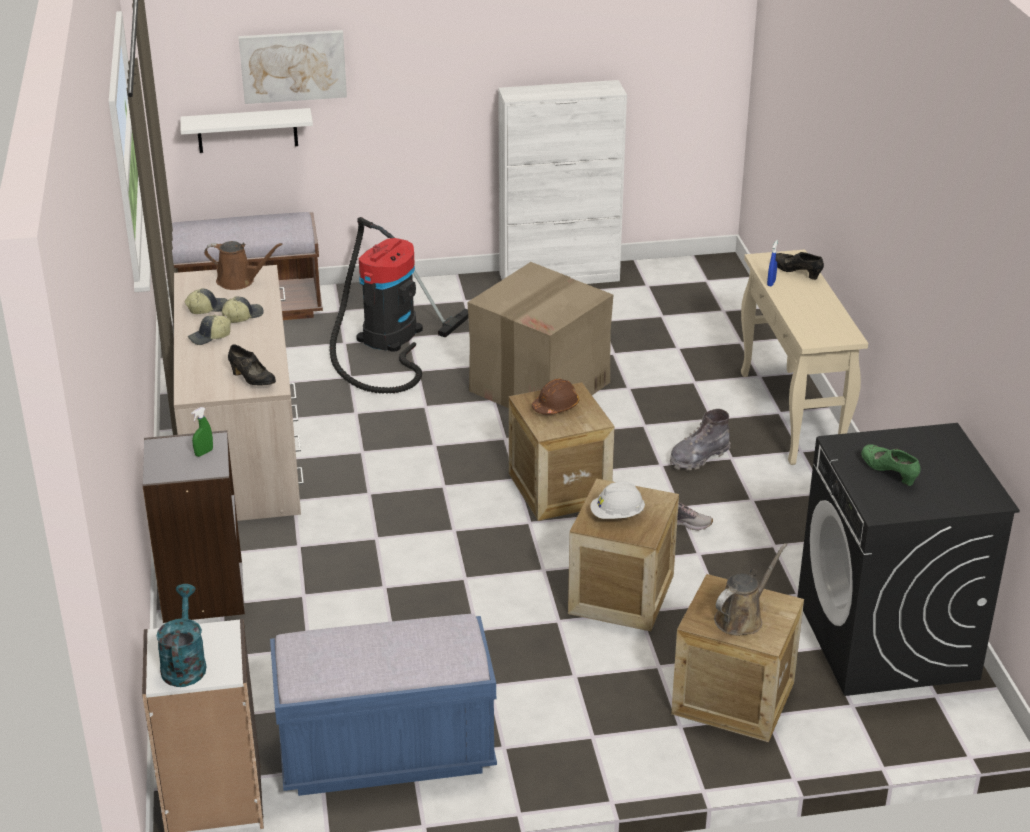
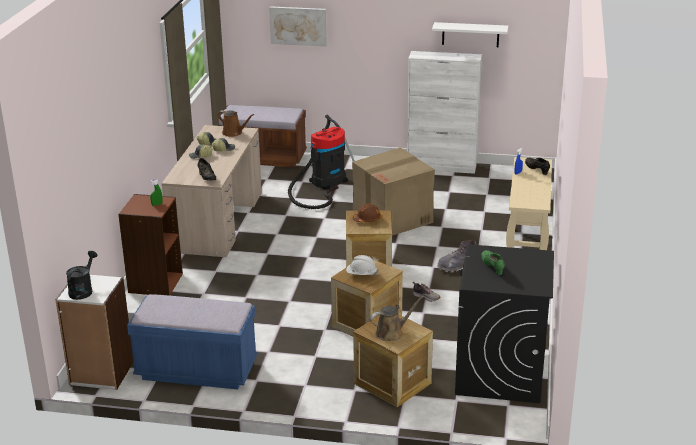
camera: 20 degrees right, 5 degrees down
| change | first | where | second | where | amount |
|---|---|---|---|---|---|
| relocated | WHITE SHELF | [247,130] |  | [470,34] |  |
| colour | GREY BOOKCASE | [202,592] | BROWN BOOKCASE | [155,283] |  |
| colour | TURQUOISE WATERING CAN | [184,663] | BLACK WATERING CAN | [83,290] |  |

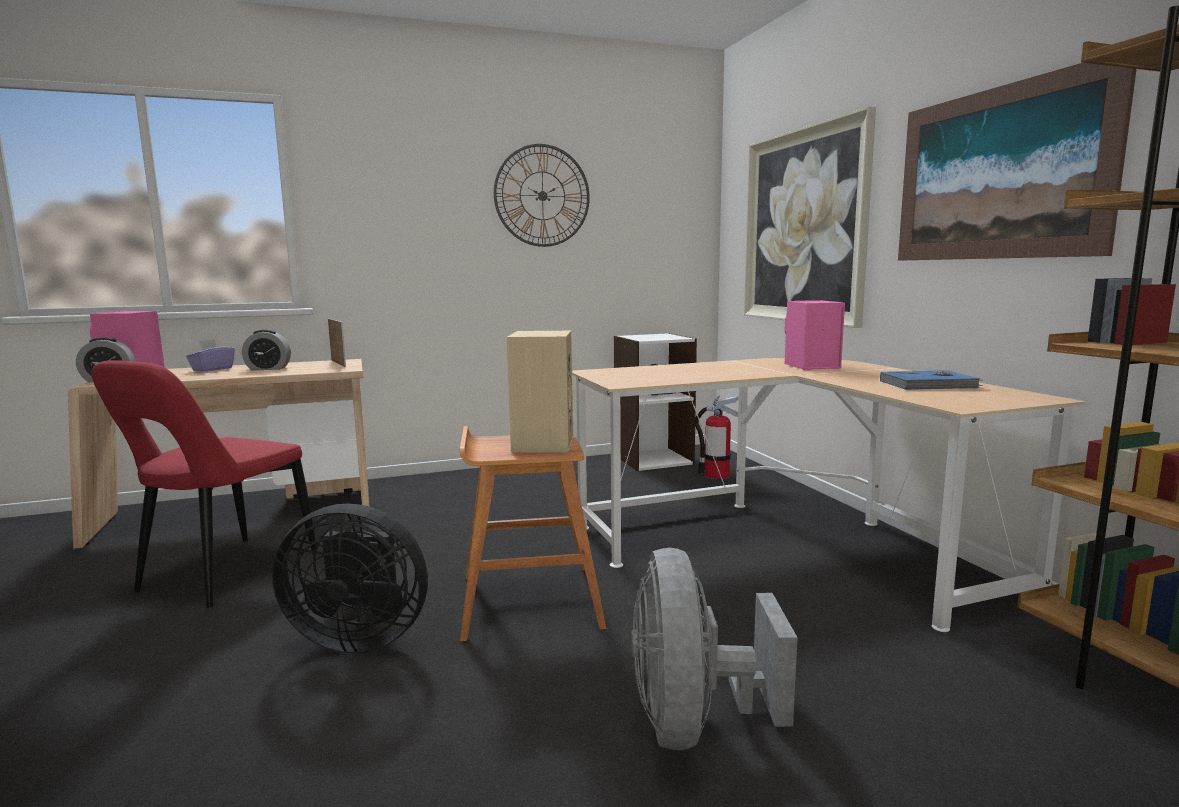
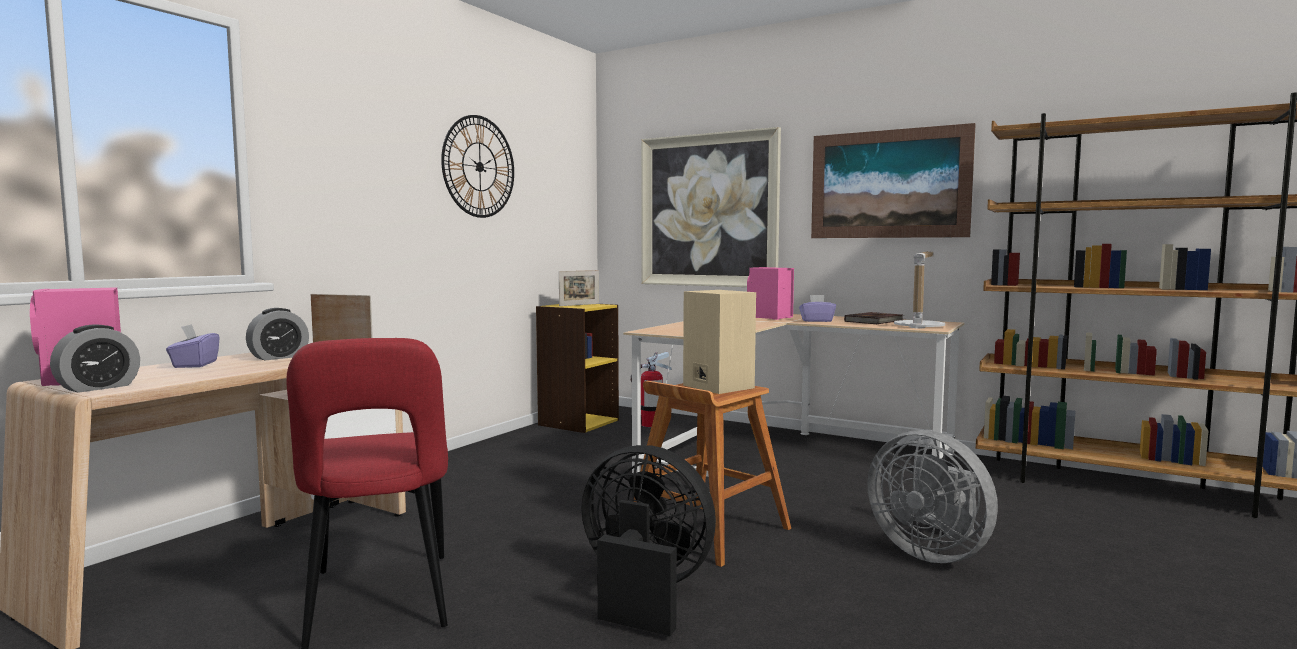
camera: 40 degrees left, 5 degrees down
| change | first | where | second | where | amount |
|---|---|---|---|---|---|
| colour | WHITE BOOKCASE | [653,459] | YELLOW BOOKCASE | [578,422] |  |
| colour | BLUE BOOK | [929,384] | BROWN BOOK | [875,321] |  |
| spun | BLACK FAN | [359,637] |  | [643,592] | 120 degrees counterclockwise |
| appeared |  |  | TABLE LAMP | [920,325] |  |
| appeared |  |  | PICTURE FRAME | [579,305] |  |
| appeared |  |  | PURPLE TISSUE BOX | [816,321] |  |

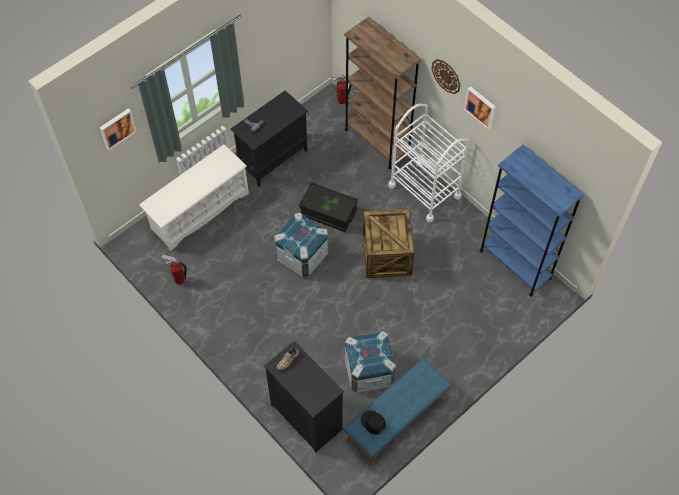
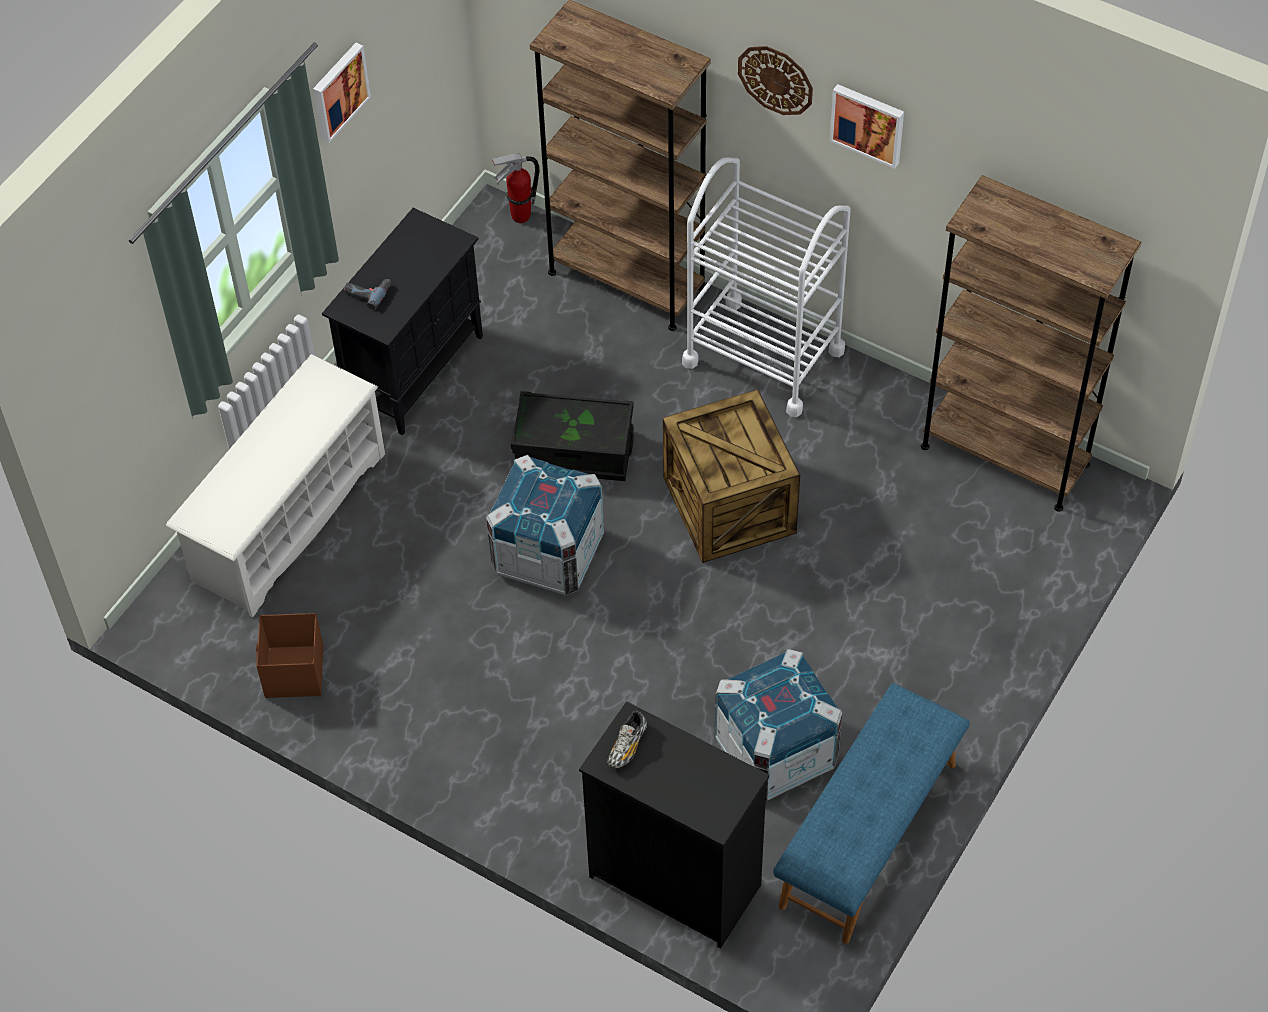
camera: 15 degrees left, 5 degrees down
| change | first | where | second | where | amount |
|---|---|---|---|---|---|
| relocated | PICTURE | [117,128] |  | [338,91] |  |
| colour | BLUE BOOKCASE | [515,264] | BROWN BOOKCASE | [1005,455] |  |
| exchanged | FIRE EXTINGUISHER | [179,280] | BROWN STORAGE BOX | [293,673] |  |
| missing | BLACK CAP | [373,422] |  |  |  |

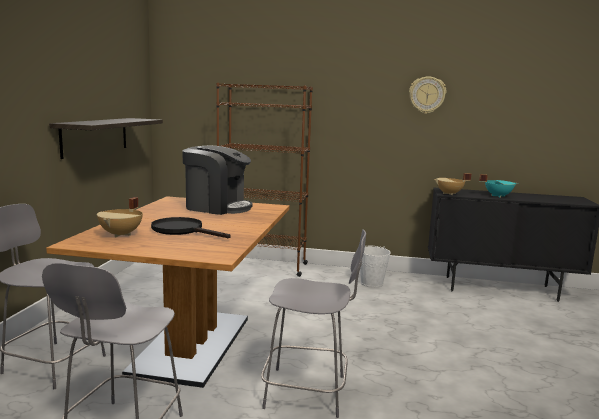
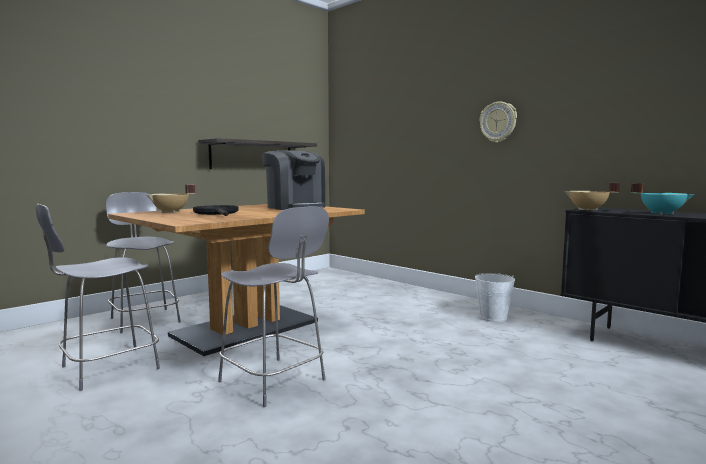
camera: 35 degrees right, 5 degrees down
| change | first | where | second | where | amount |
|---|---|---|---|---|---|
| relocated | WALL CLOCK | [427,95] |  | [498,122] |  |
| missing | BROWN BOOKCASE | [262,266] |  |  |  |

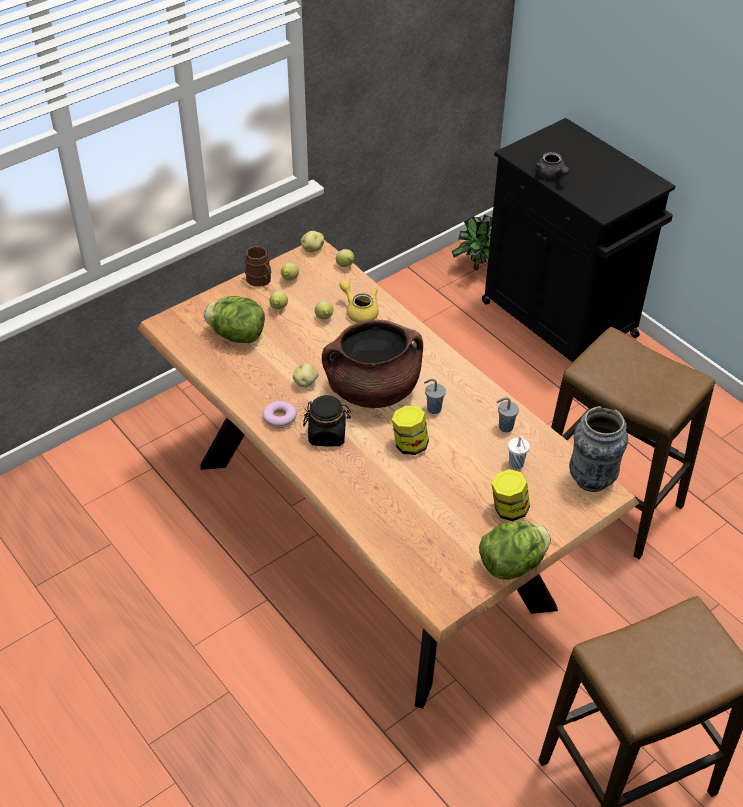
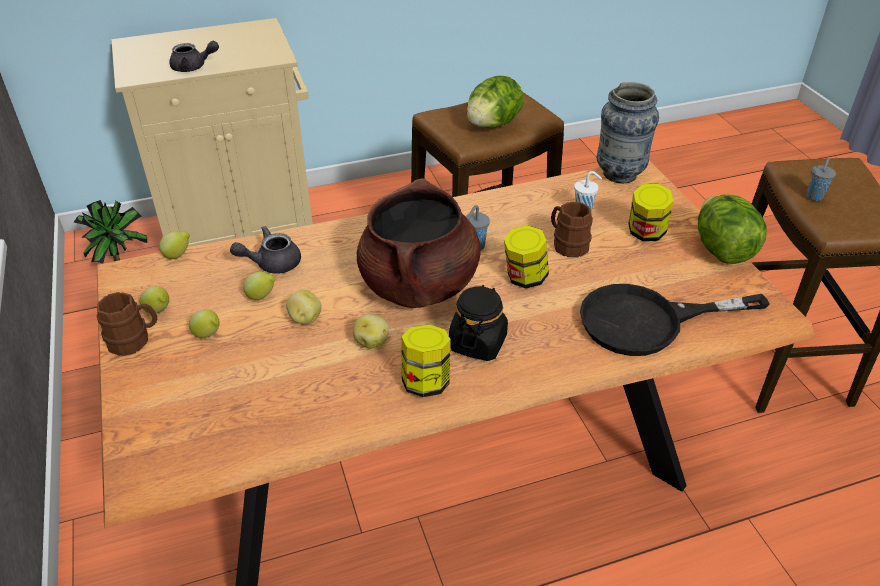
camera: 70 degrees left, 5 degrees down
| change | first | where | second | where | amount |
|---|---|---|---|---|---|
| colour | BLACK CABINET | [561,321] | BEIGE CABINET | [243,231] |  |
| relocated | POTATO | [312,249] |  | [304,318] |  |
| colour | YELLOW TEAPOT | [359,311] | GREY TEAPOT | [271,263] |  |
| relocated | LETTUCE | [237,335] |  | [493,124] |  |
| relocated | GREY CUP | [505,427] |  | [814,197] |  |
| exchanged | DONUT | [280,418] | JAR | [426,382] |  |
| appeared |  |  | BROWN MUG | [567,244] |  |
| appeared |  |  | BLACK FRYING PAN | [648,321] |  |

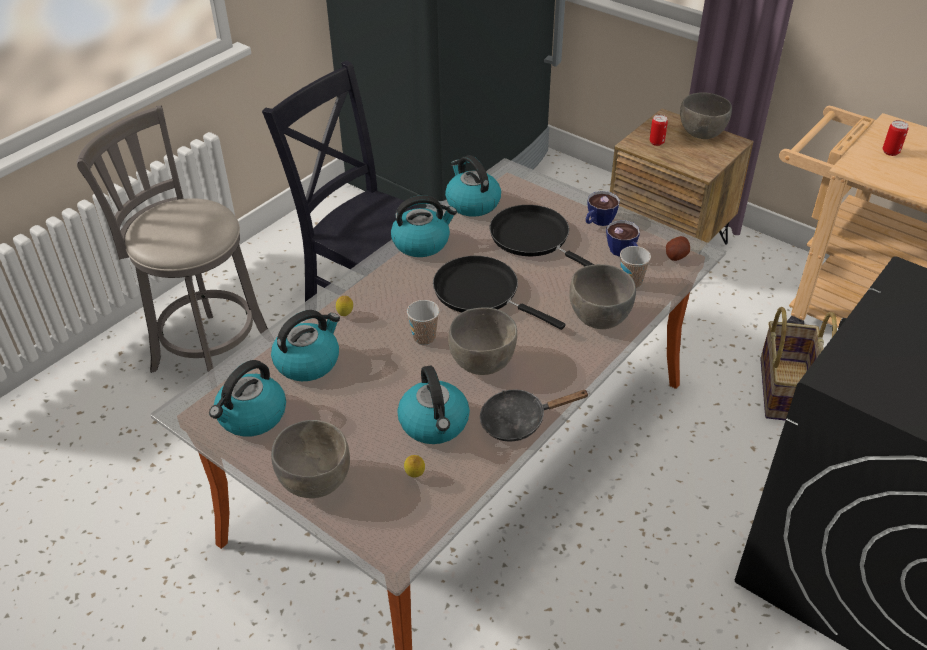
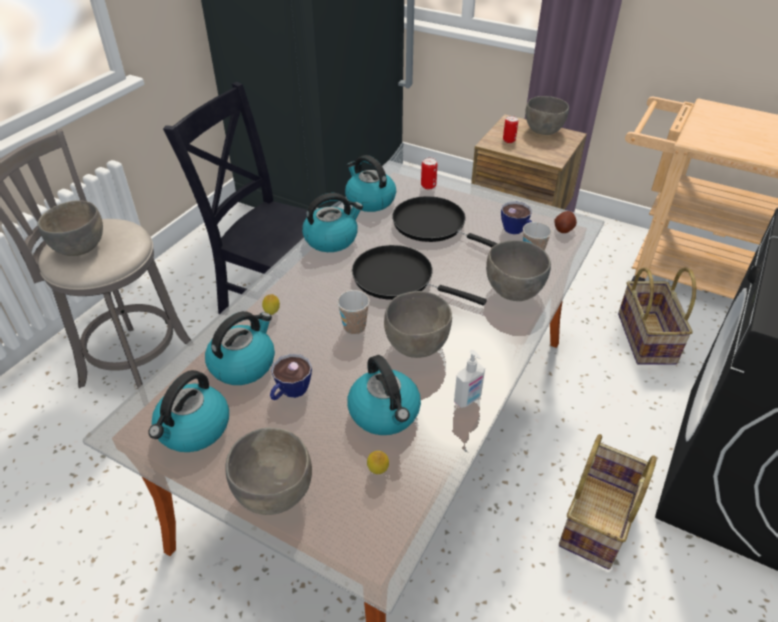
camera: 10 degrees left, 0 degrees up
| change | first | where | second | where | amount |
|---|---|---|---|---|---|
| relocated | CAN | [890,152] |  | [428,186] |  |
| relocated | CUP | [598,222] |  | [290,392] |  |
| exchanged | BLACK FRYING PAN | [519,421] | SOAP DISPENSER | [468,399] |  |
| appeared |  |  | GREY BOWL | [81,248] |  |
| appeared |  |  | BASKET | [598,521] |  |

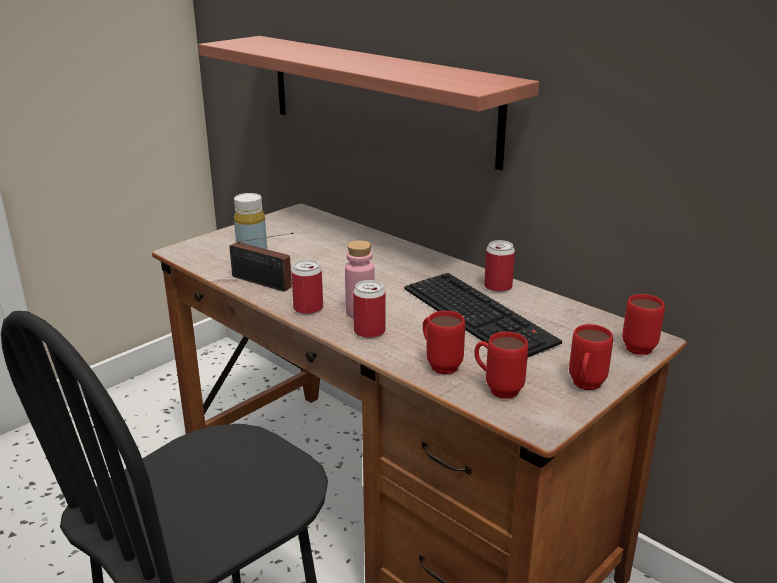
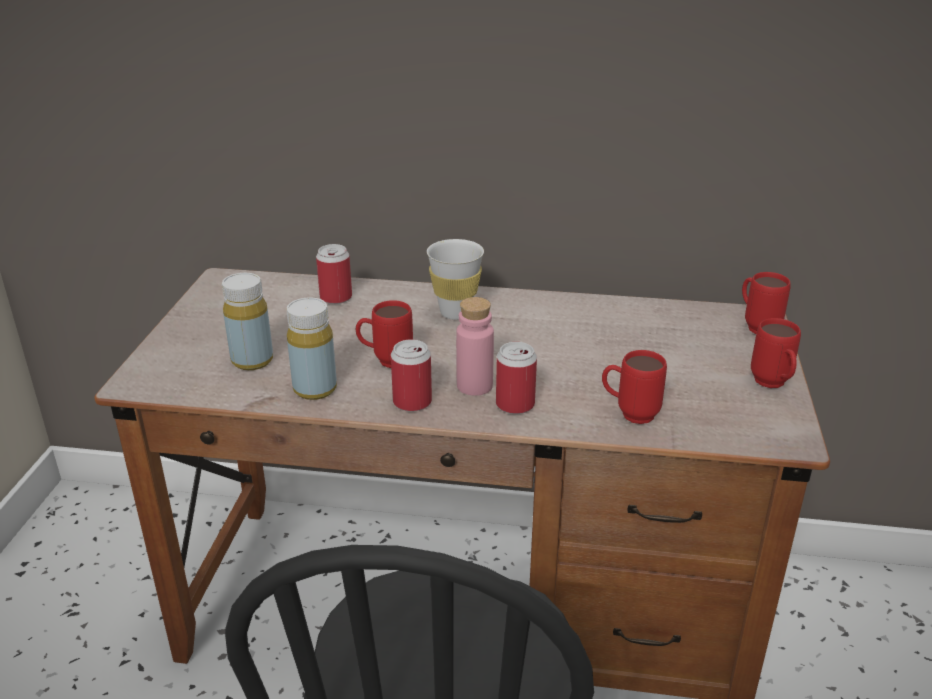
camera: 35 degrees left, 5 degrees up
| change | first | where | second | where | amount |
|---|---|---|---|---|---|
| missing | SHELF | [379,97] |  |  |  |
| exchanged | RADIO | [264,283] | YELLOW BOTTLE | [315,389] |  |
| relocated | CAN | [498,287] |  | [336,297] |  |
| missing | KEYBOARD | [481,315] |  |  |  |
| relocated | RED MUG | [497,389] |  | [385,361] |  |
| appeared |  |  | WHITE CUP | [455,312] |  |

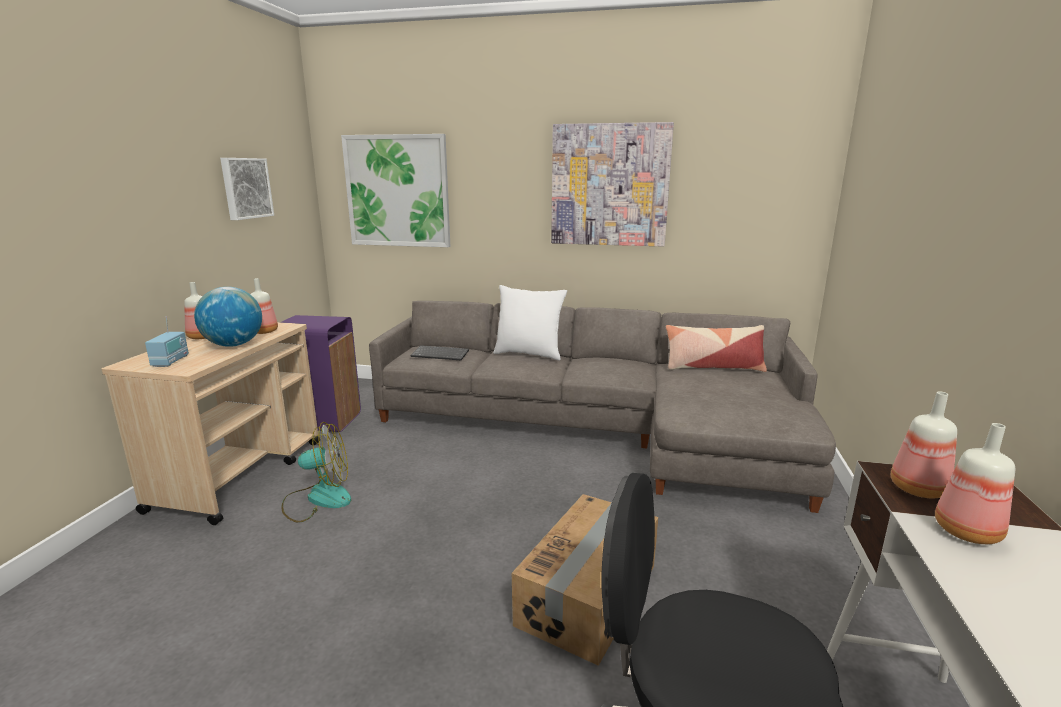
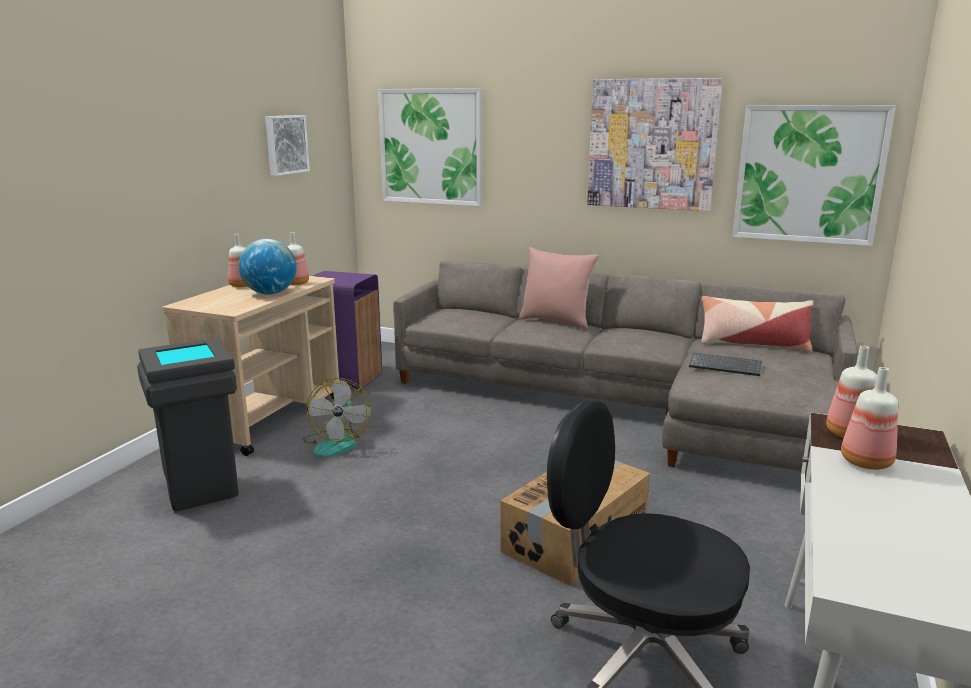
camera: 10 degrees right, 0 degrees up
| change | first | where | second | where | amount |
|---|---|---|---|---|---|
| colour | WHITE PILLOW | [529,354] | PINK PILLOW | [556,321] |  |
| missing | RADIO | [171,361] |  |  |  |
| relocated | KEYBOARD | [441,354] |  | [726,366] |  |
| spun | FAN | [318,499] |  | [337,443] | 90 degrees clockwise |
| appeared |  |  | PICTURE | [808,174] |  |
| appeared |  |  | GREY TRASH CAN | [201,490] |  |

